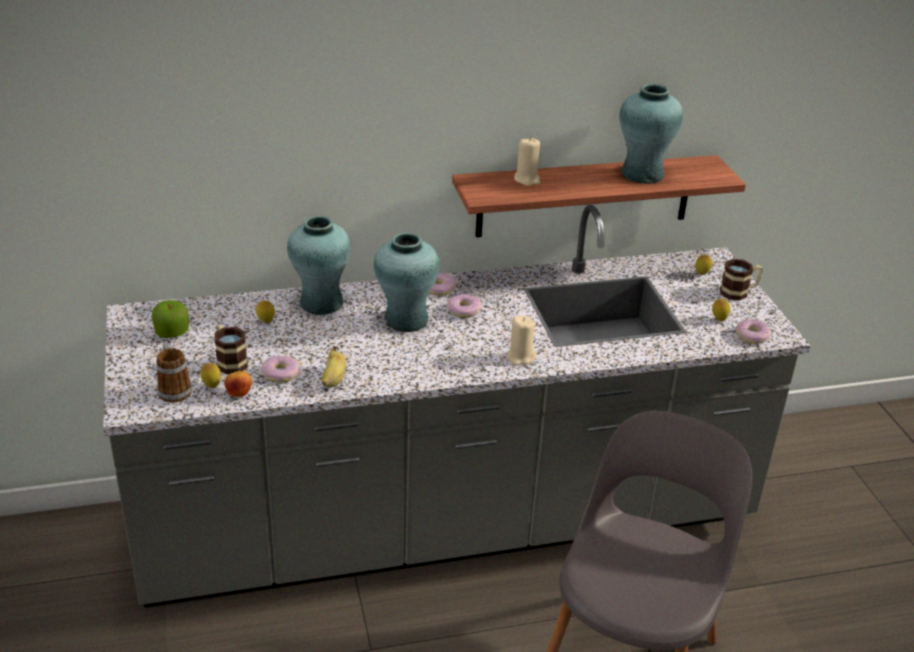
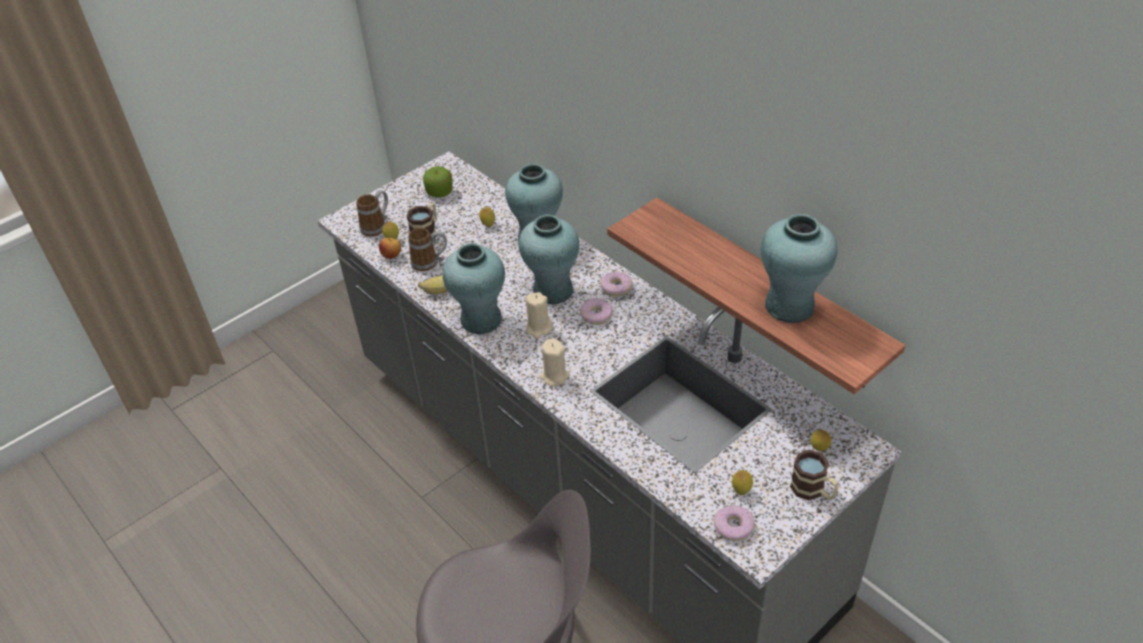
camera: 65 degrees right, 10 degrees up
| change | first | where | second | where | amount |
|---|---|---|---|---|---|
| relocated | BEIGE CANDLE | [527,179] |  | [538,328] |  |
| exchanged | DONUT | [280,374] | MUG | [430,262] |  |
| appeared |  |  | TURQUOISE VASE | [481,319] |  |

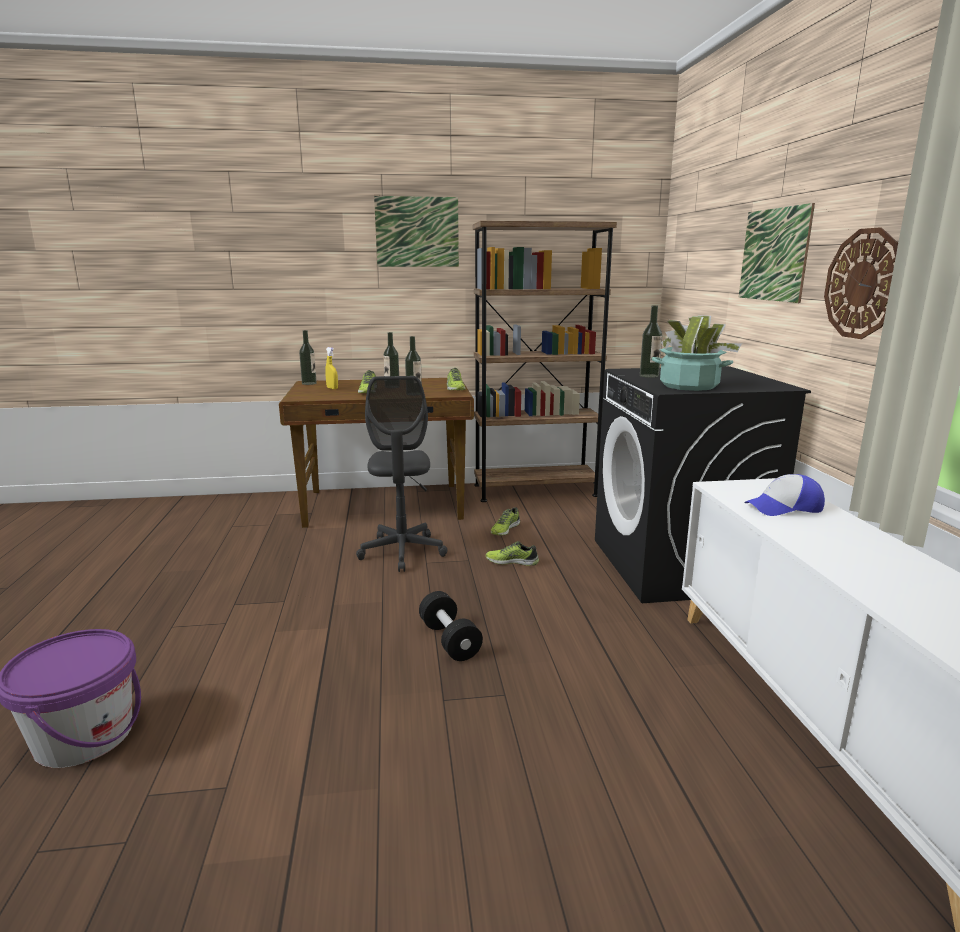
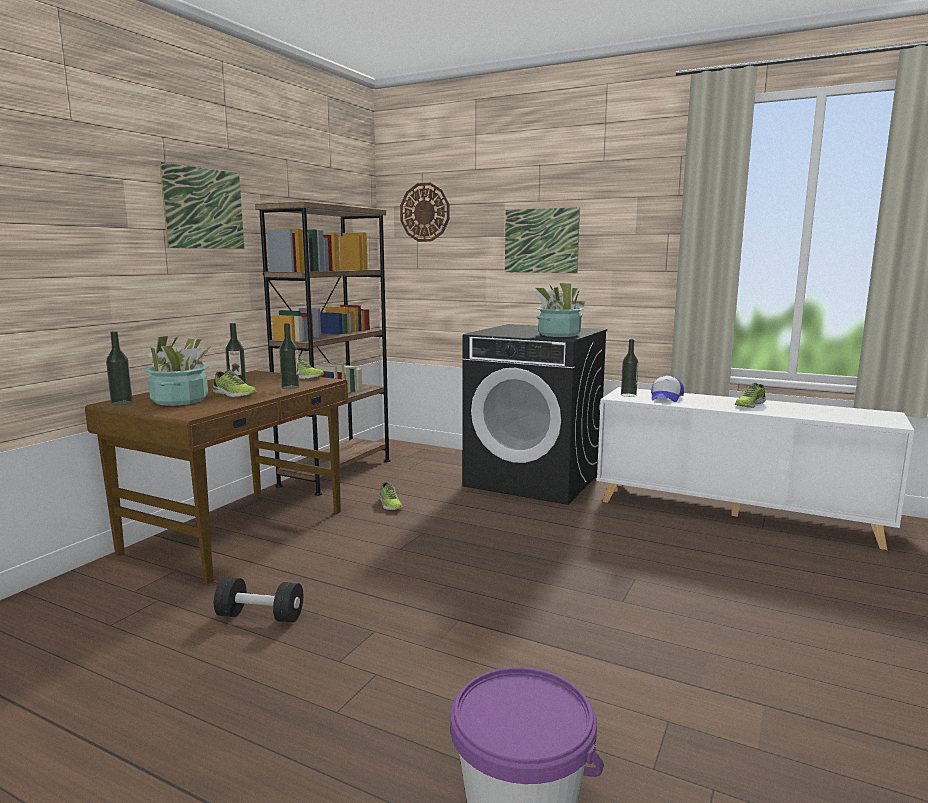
camera: 55 degrees left, 5 degrees down
| change | first | where | second | where | amount |
|---|---|---|---|---|---|
| relocated | WALL CLOCK | [863,284] |  | [425,212] |  |
| relocated | BOTTLE | [649,376] |  | [628,395] |  |
| exchanged | YELLOW SPRAY BOTTLE | [332,388] | POTTED PLANT | [180,400] |  |
| missing | GREY OFFICE CHAIR | [402,552] |  |  |  |
| relocated | SHOE | [512,561] |  | [749,404] |  |
| relocated | BLACK DUMBBELL | [449,640] |  | [260,616] |  |

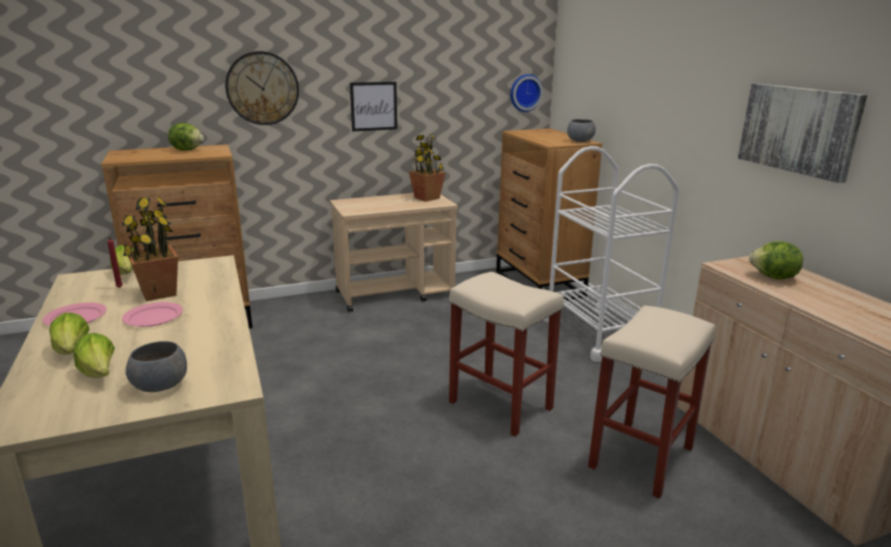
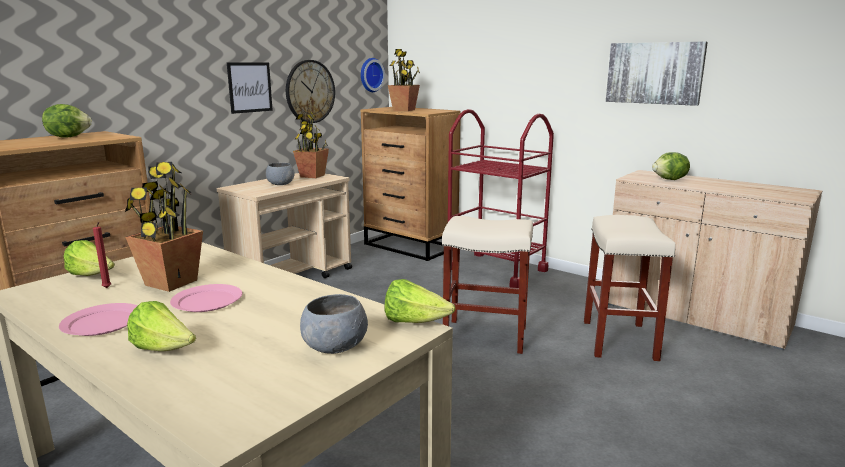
camera: 30 degrees left, 5 degrees down
| change | first | where | second | where | amount |
|---|---|---|---|---|---|
| relocated | WALL CLOCK | [262,88] |  | [310,91] |  |
| relocated | GREY BOWL | [579,141] |  | [280,184] |  |
| colour | WHITE CART | [599,333] | RED CART | [495,270] |  |
| relocated | LETTUCE | [99,374] |  | [414,322] |  |
| appeared |  |  | POTTED PLANT | [404,110] |  |

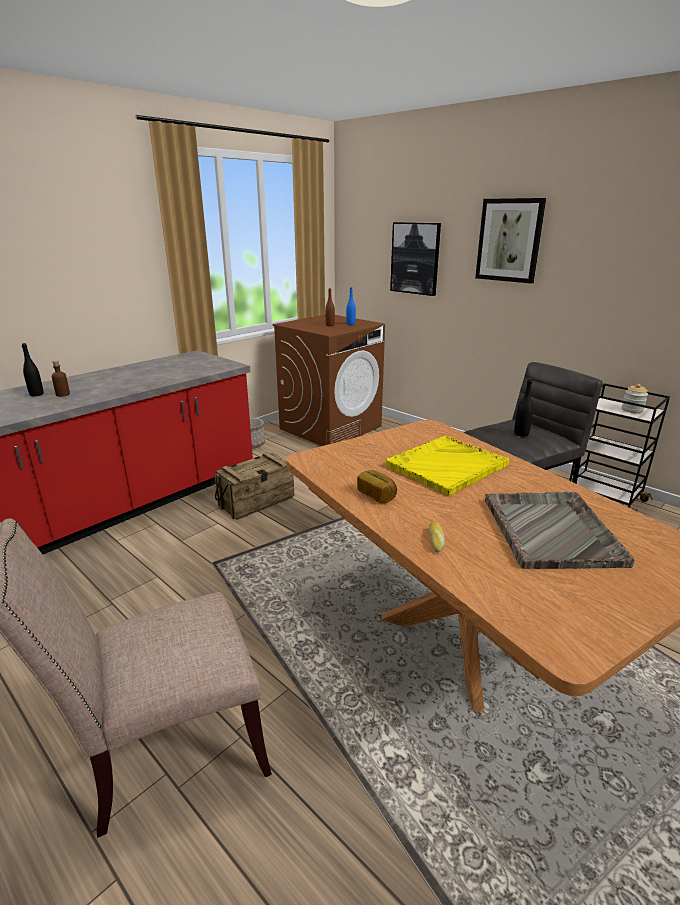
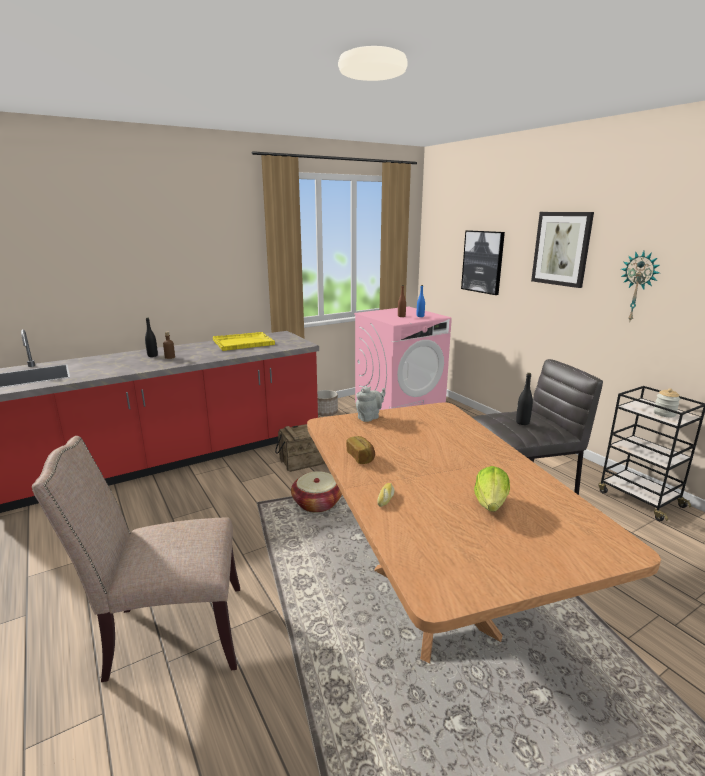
camera: 15 degrees right, 5 degrees down
| change | first | where | second | where | amount |
|---|---|---|---|---|---|
| colour | BROWN WASHING MACHINE | [331,427] | PINK WASHING MACHINE | [399,405] |  |
| relocated | YELLOW TRAY | [446,466] |  | [242,342] |  |
| exchanged | GREY TRAY | [550,530] | LETTUCE | [491,504] |  |
| appeared |  |  | WALL CLOCK | [638,286] |  |
| appeared |  |  | GREY TEAPOT | [369,417] |  |
| appeared |  |  | BASKET | [317,503] |  |

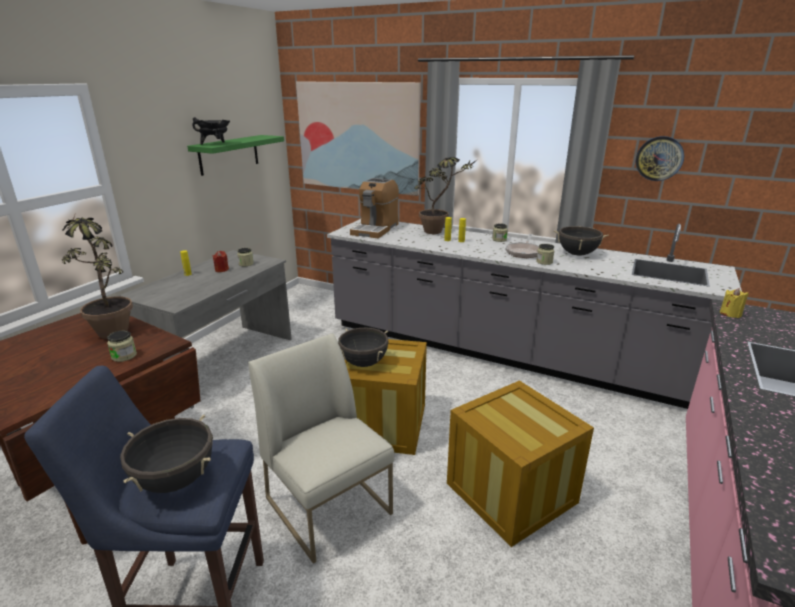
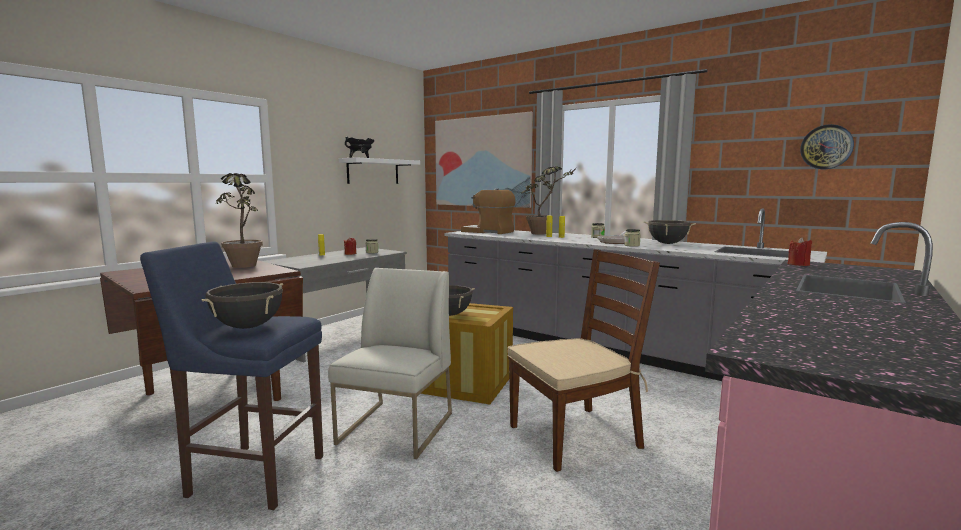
camera: 10 degrees right, 15 degrees down
| change | first | where | second | where | amount |
|---|---|---|---|---|---|
| colour | GREEN SHELF | [229,154] | WHITE SHELF | [373,171] |  |
| relocated | WALL CLOCK | [659,158] |  | [826,147] |  |
| spun | COFFEE MACHINE | [375,229] |  | [488,232] | 90 degrees clockwise |
| colour | YELLOW CANDLE | [730,314] | RED CANDLE | [798,264] |  |
| missing | JAR | [124,356] |  |  |  |
| spun | WHITE CHAIR | [329,506] |  | [397,429] | 45 degrees clockwise |
| exchanged | CRATE | [511,492] | BROWN CHAIR | [575,436] |  |

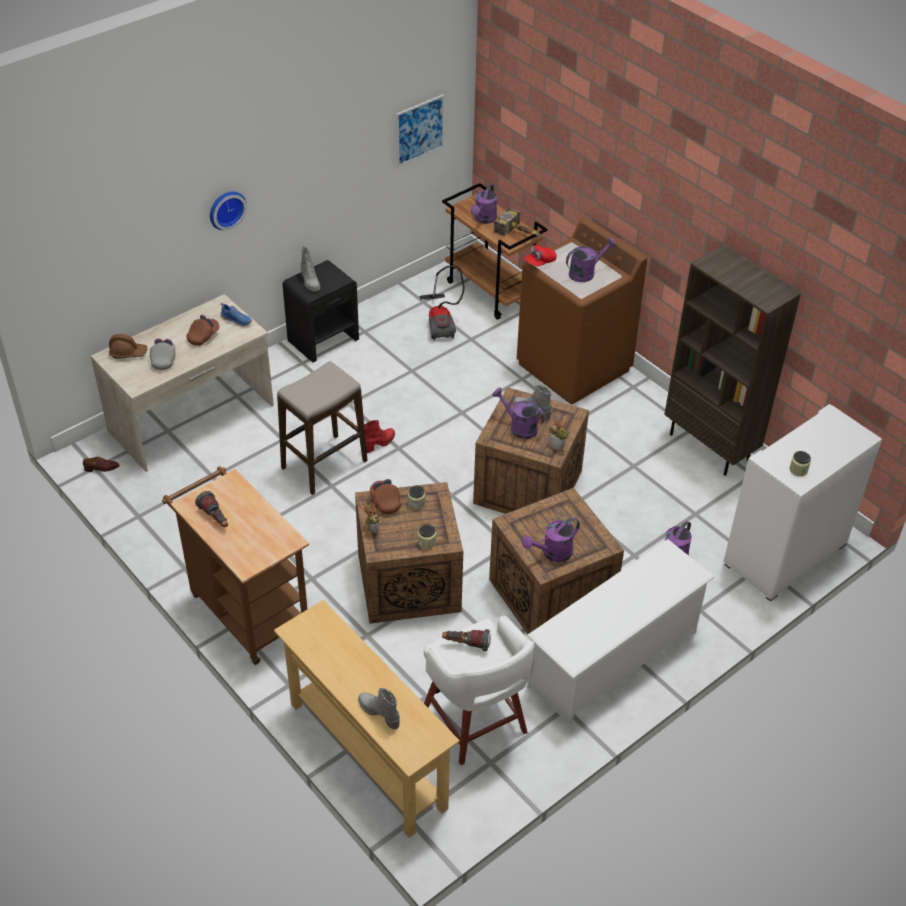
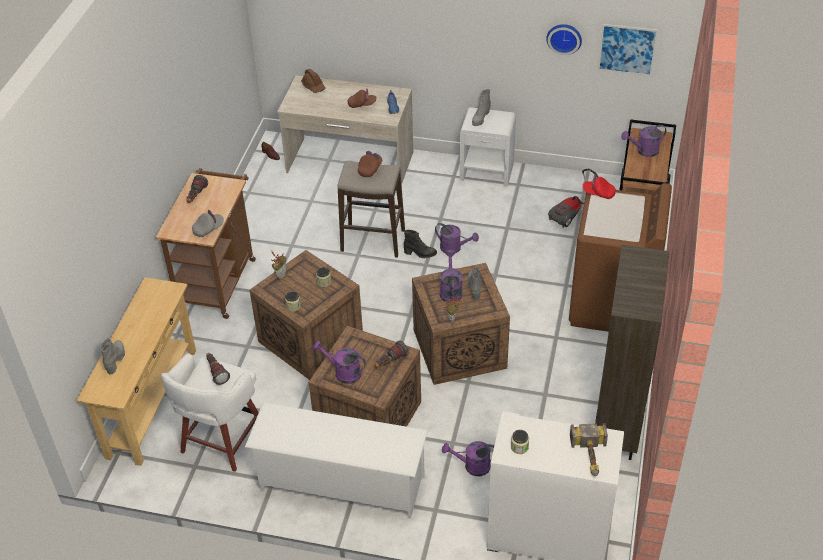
camera: 55 degrees right, 0 degrees up
| change | first | where | second | where | amount |
|---|---|---|---|---|---|
| relocated | WALL CLOCK | [226,209] |  | [564,37] |  |
| relocated | HAMMER | [520,233] |  | [590,457] |  |
| relocated | PURPLE WATERING CAN | [586,273] |  | [454,248] |  |
| colour | BLACK NIGHTSTAND | [323,339] | WHITE NIGHTSTAND | [487,172] |  |
| relocated | GREY CAP | [164,359] |  | [208,229] |  |
| colour | RED BOOT | [379,443] | BLACK BOOT | [420,253] |  |
| relocated | BROWN CAP | [385,502] |  | [370,169] |  |
| appeared |  |  | FLASHLIGHT | [390,362] |  |

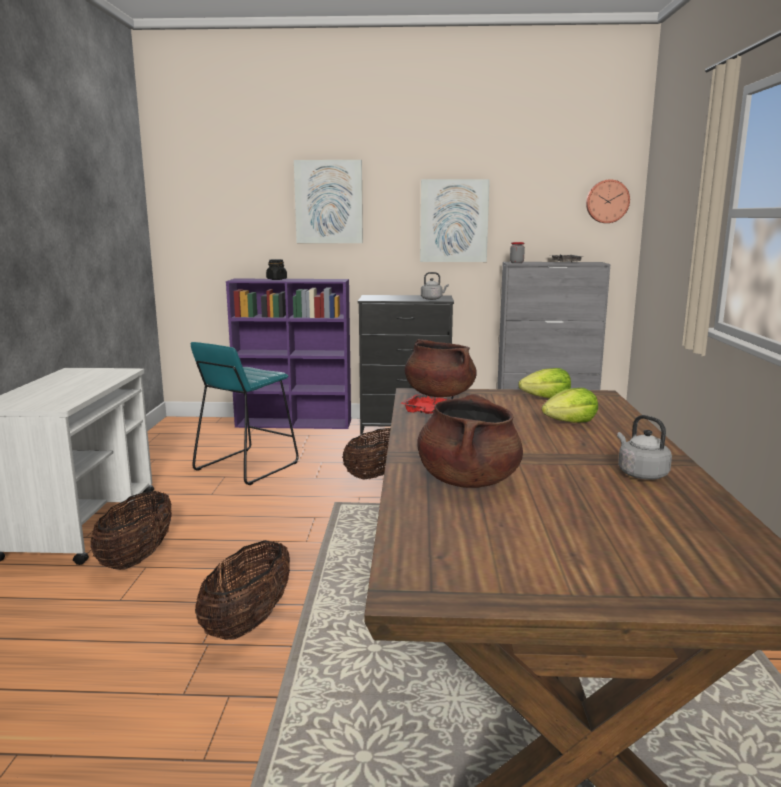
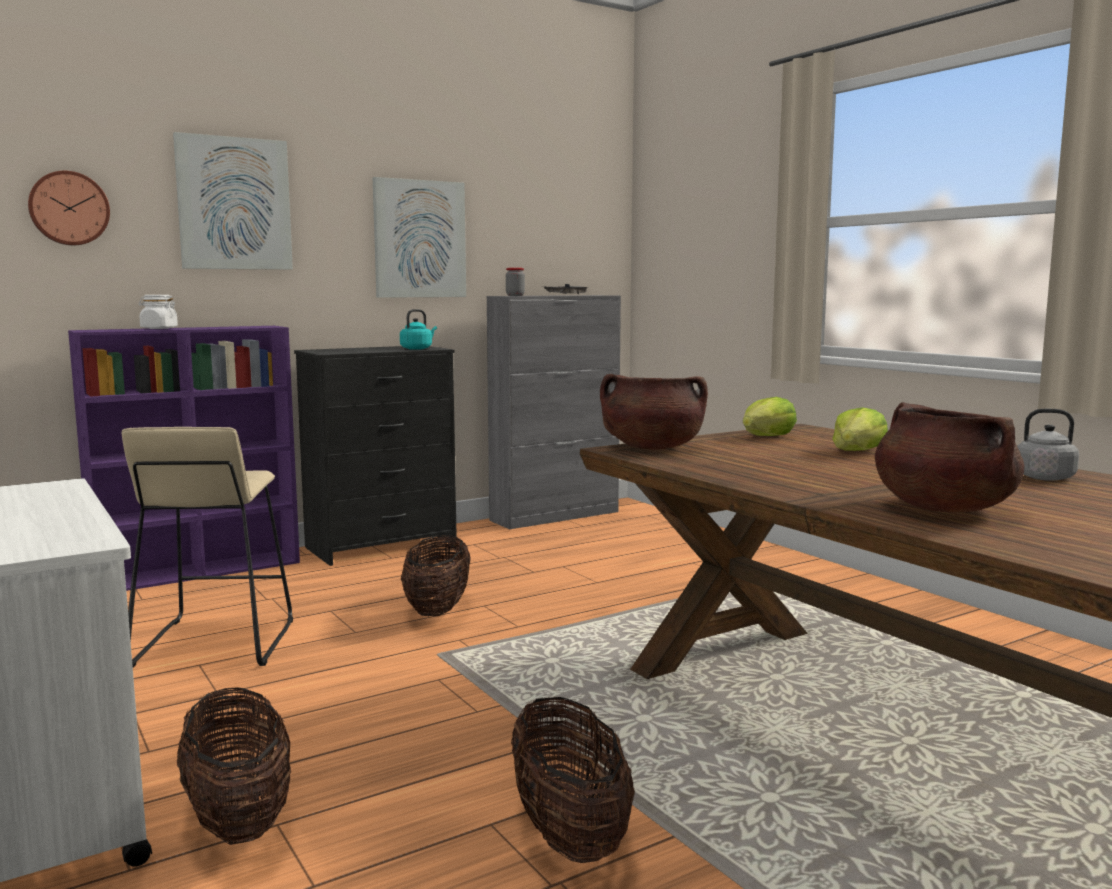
camera: 35 degrees left, 5 degrees down
| change | first | where | second | where | amount |
|---|---|---|---|---|---|
| relocated | WALL CLOCK | [607,201] |  | [69,208] |  |
| colour | BLACK JAR | [276,279] | WHITE JAR | [159,328] |  |
| colour | GREY KETTLE | [432,299] | TURQUOISE KETTLE | [417,348] |  |
| colour | TURQUOISE STOOL | [246,466] | BEIGE STOOL | [214,642] |  |
| missing | RED TRAY | [426,412] |  |  |  |

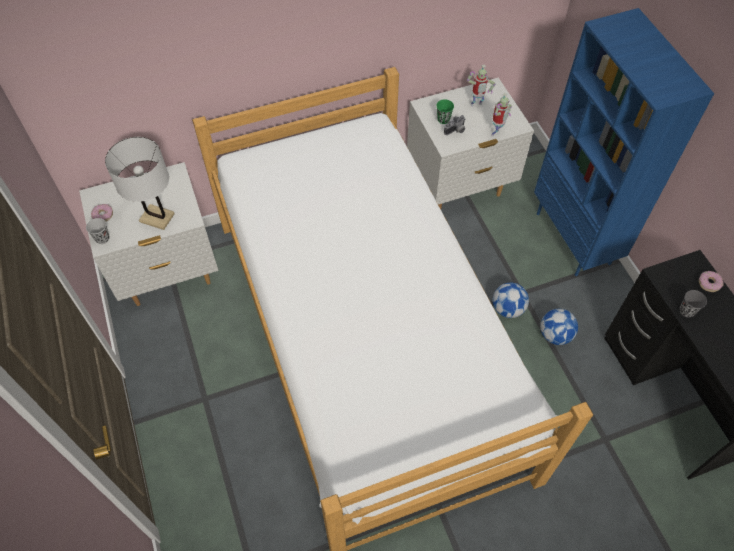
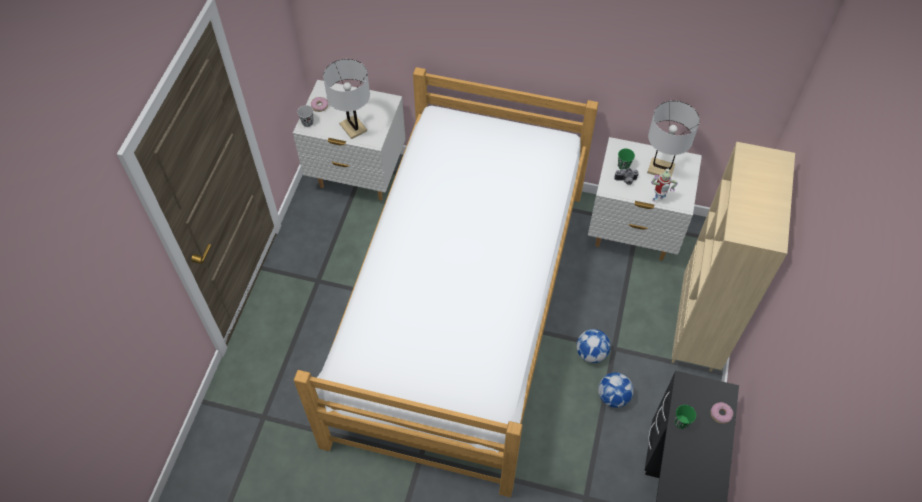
camera: 35 degrees right, 0 degrees up
| change | first | where | second | where | amount |
|---|---|---|---|---|---|
| colour | BLUE BOOKCASE | [574,238] | BEIGE BOOKCASE | [697,332] |  |
| exchanged | TOY ROBOT | [476,105] | WHITE TABLE LAMP | [661,169] |  |
| colour | GREY CUP | [686,311] | GREEN CUP | [681,422] |  |

